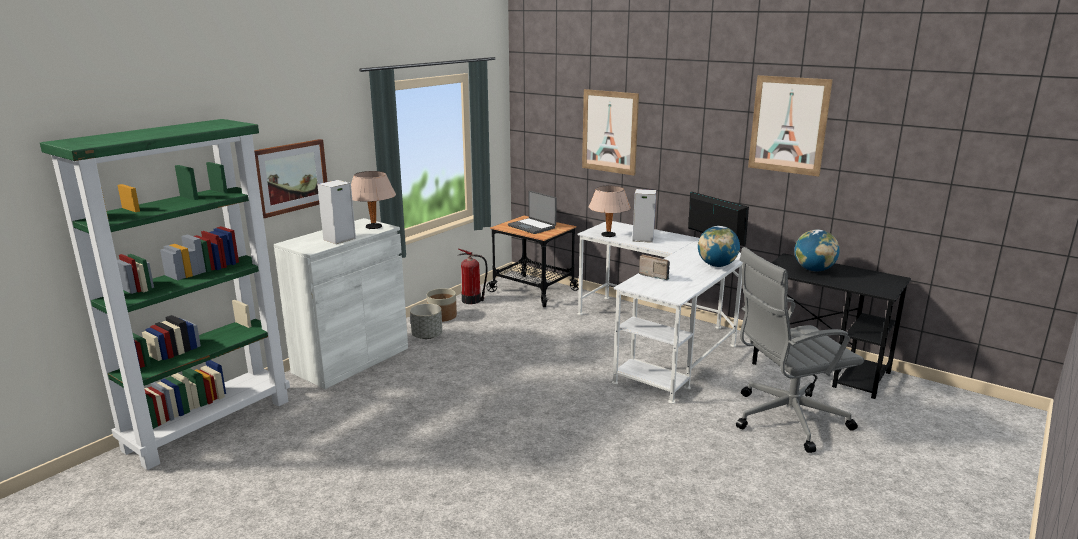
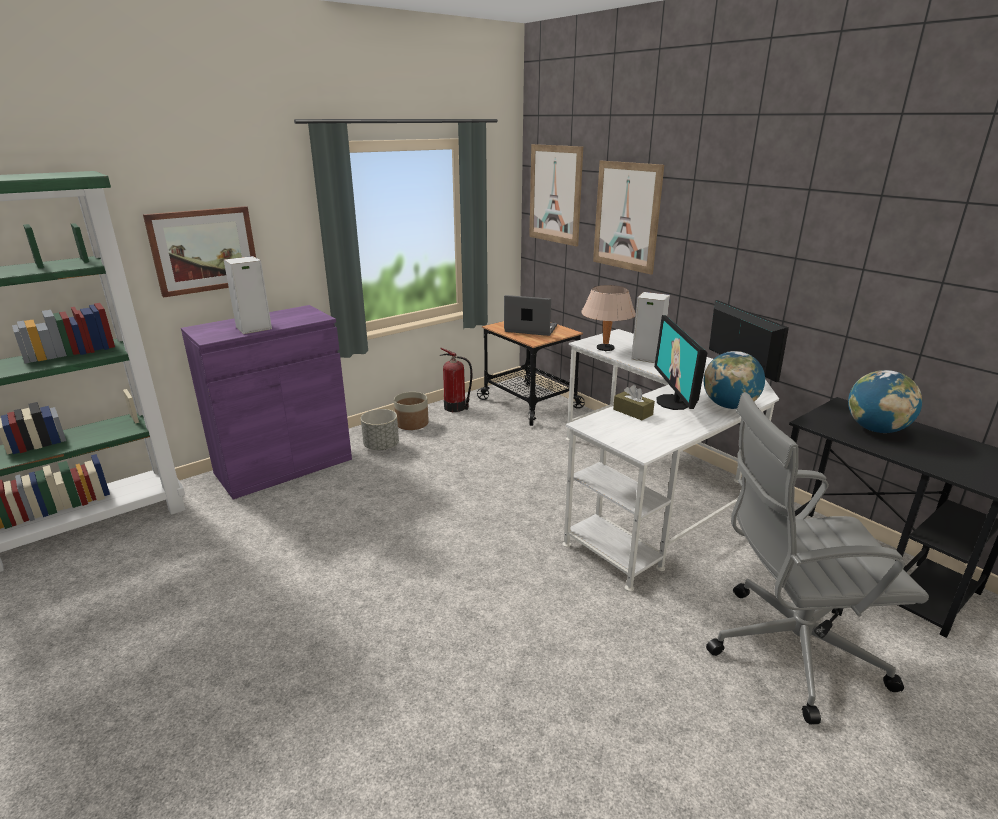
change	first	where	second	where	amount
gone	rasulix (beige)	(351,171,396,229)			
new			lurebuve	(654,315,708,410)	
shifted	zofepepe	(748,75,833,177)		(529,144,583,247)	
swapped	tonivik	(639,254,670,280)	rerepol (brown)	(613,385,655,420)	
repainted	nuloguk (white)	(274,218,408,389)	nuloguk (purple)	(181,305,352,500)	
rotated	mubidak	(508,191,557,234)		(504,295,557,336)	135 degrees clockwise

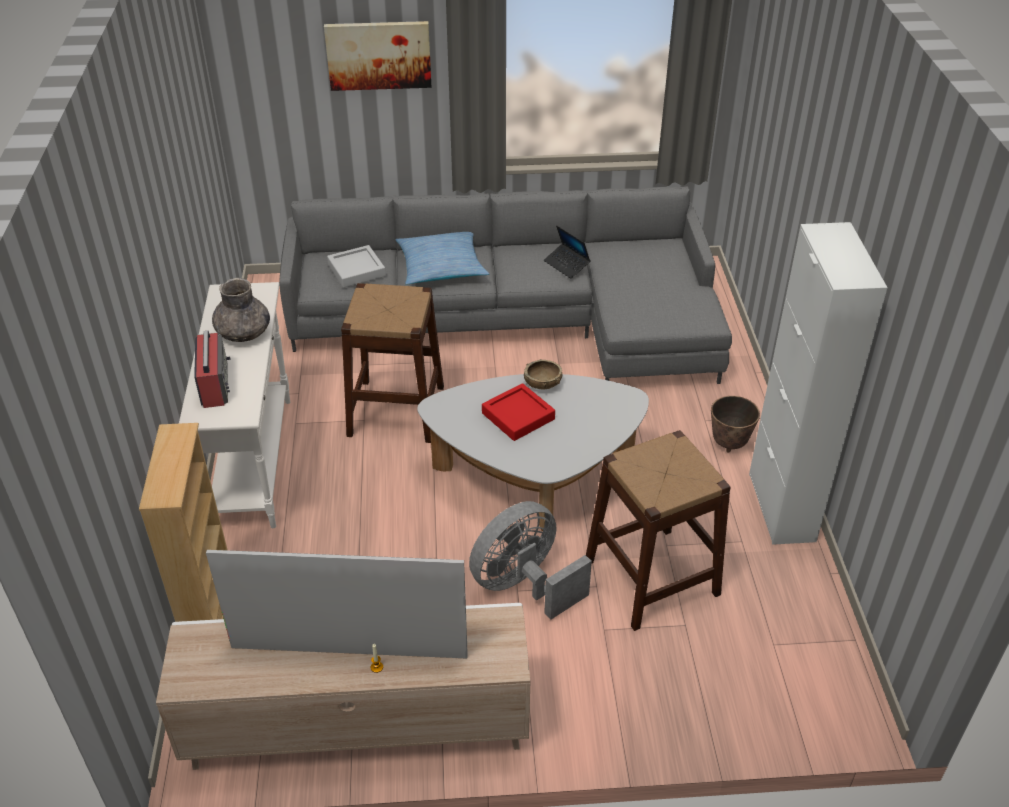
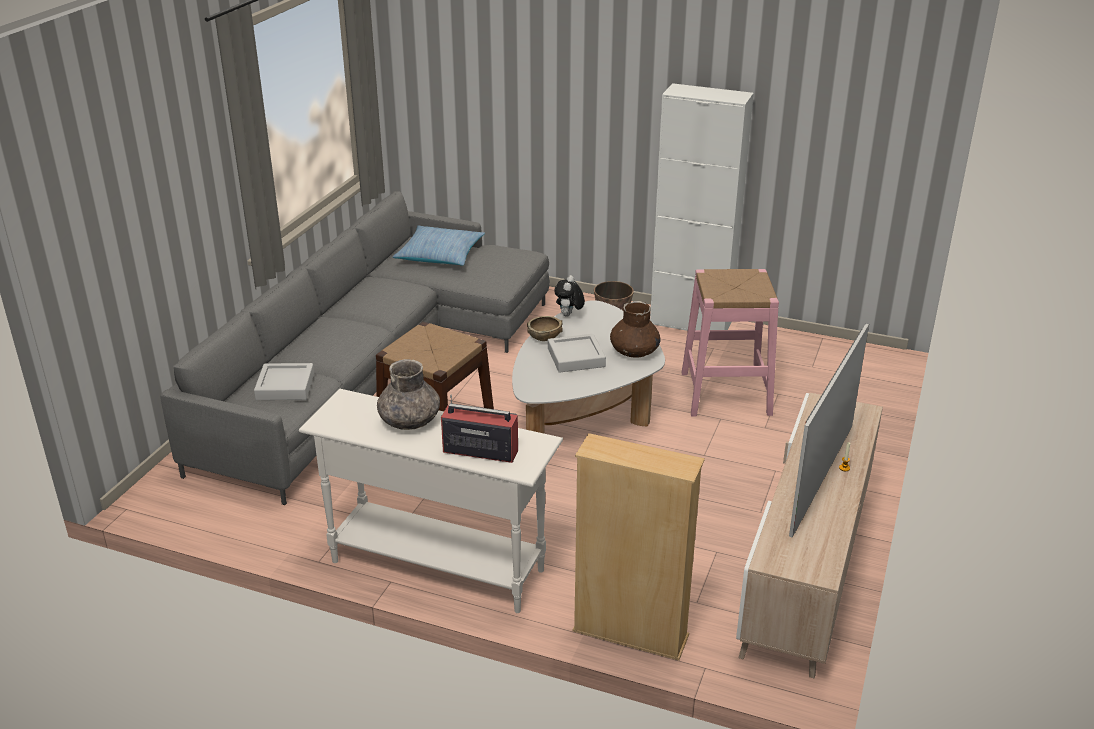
change	first	where	second	where	amount
gone	zofepepe	(324,21,432,91)			
gone	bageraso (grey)	(469,501,592,620)			
gone	mubidak	(544,225,591,279)			
new			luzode	(554,275,585,317)	
new			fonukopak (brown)	(610,301,660,358)	
shifted	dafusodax	(396,232,489,285)		(393,225,485,266)	
repainted	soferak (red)	(482,383,555,441)	soferak (grey)	(548,334,606,373)	
repainted	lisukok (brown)	(586,430,731,631)	lisukok (pink)	(682,269,779,416)	

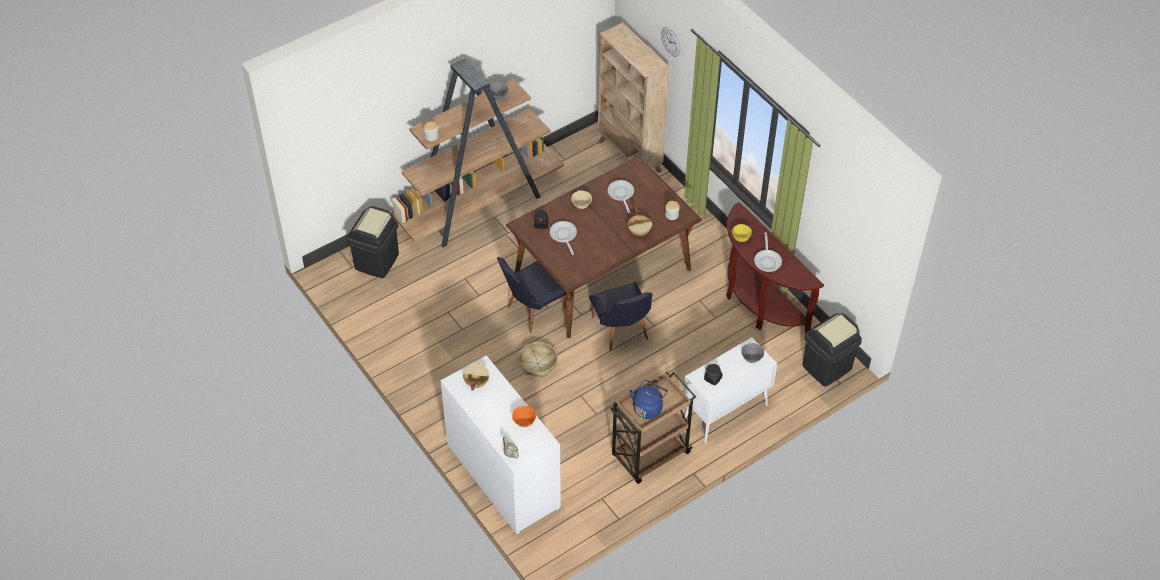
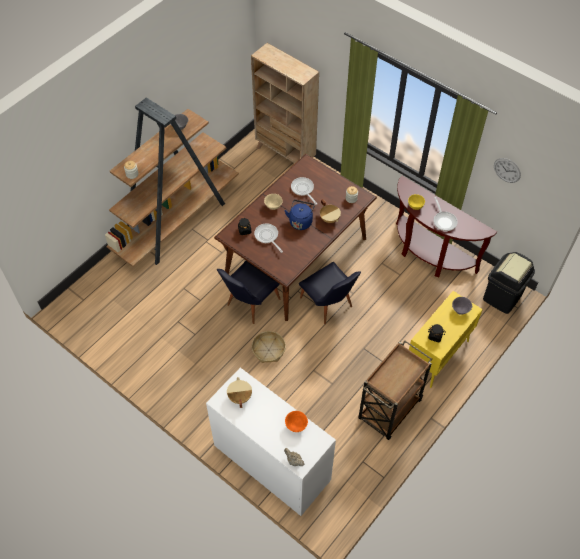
change	first	where	second	where	amount
gone	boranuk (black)	(347,206,399,278)			
shifted	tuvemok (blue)	(630,380,668,419)		(285,200,315,230)	
shifted	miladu	(661,27,681,57)		(494,158,521,183)	
repainted	nuloguk (white)	(684,337,777,443)	nuloguk (yellow)	(409,291,483,388)	

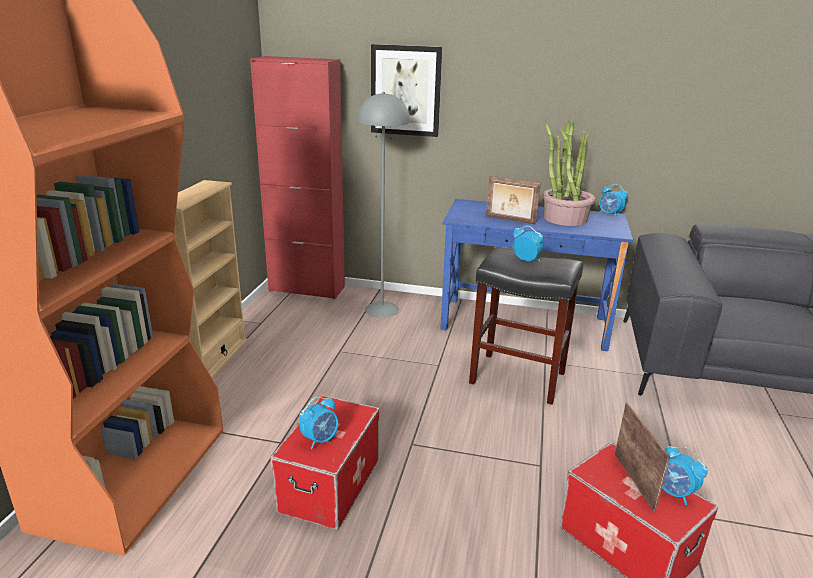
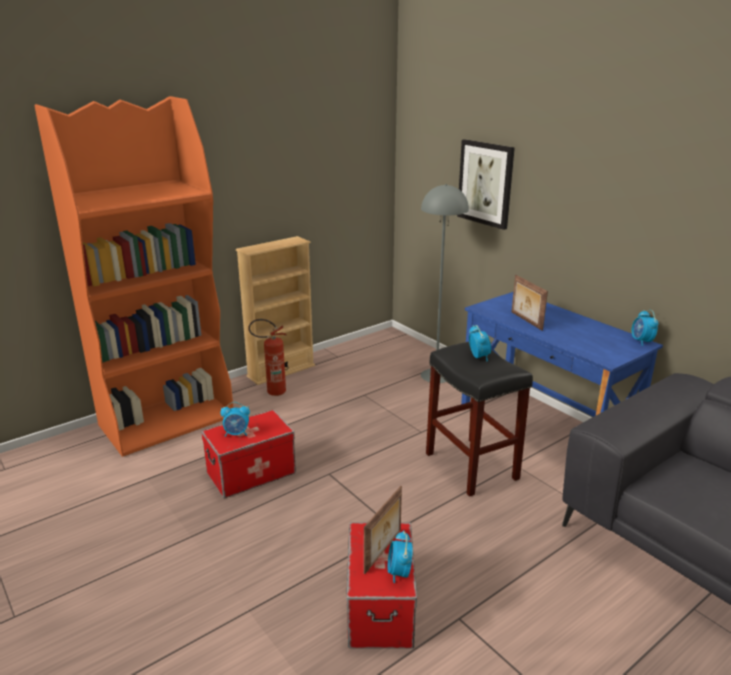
change	first	where	second	where	amount
gone	nuloguk (red)	(250,56,345,299)			
gone	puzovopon	(542,120,595,226)			
new			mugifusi	(248,319,286,396)	

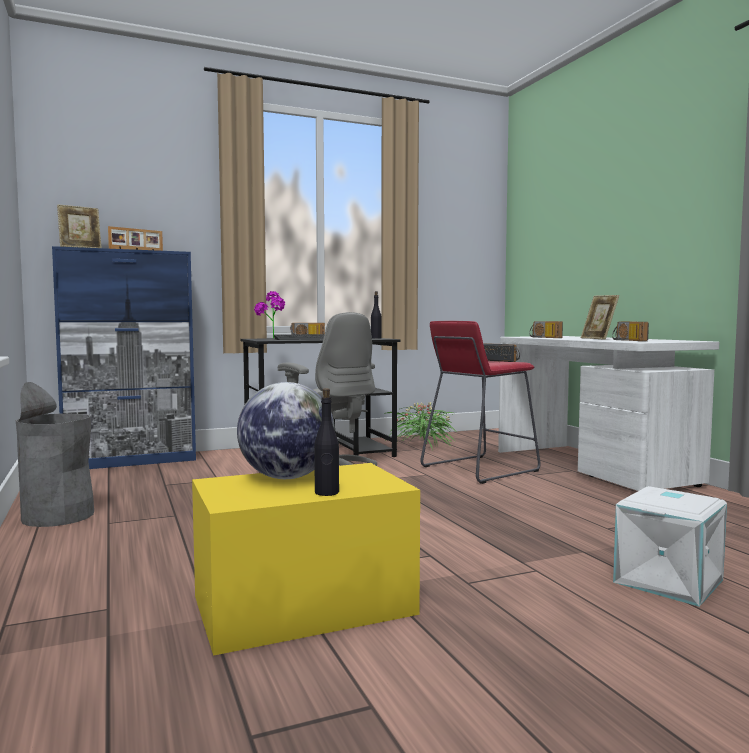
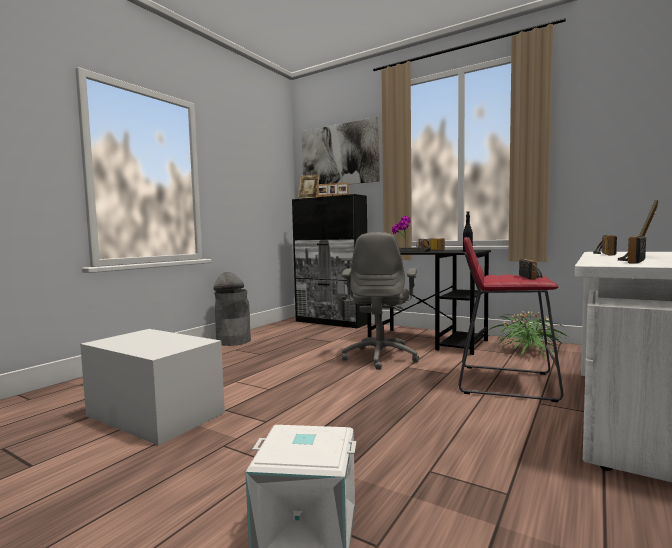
change	first	where	second	where	amount
gone	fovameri	(237,382,335,479)			
gone	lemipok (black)	(314,388,339,496)			
new			zofepepe	(302,117,380,184)	
repainted	nuloguk (blue)	(52,246,196,469)	nuloguk (black)	(292,194,368,328)	
repainted	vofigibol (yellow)	(192,463,420,656)	vofigibol (white)	(80,329,225,445)	

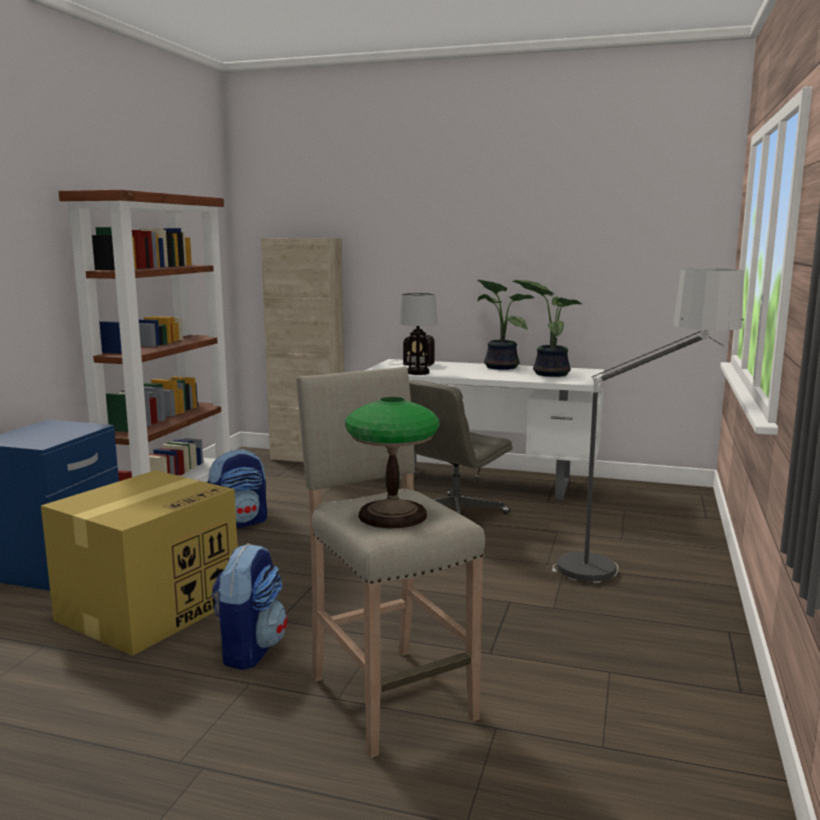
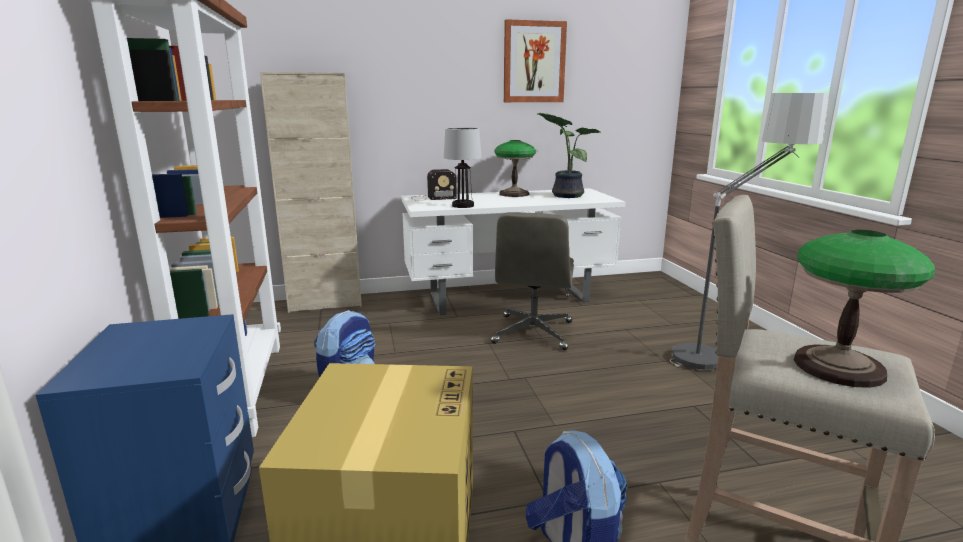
change	first	where	second	where	amount
new			zofepepe	(504,19,567,102)	
swapped	puzovopon	(477,279,534,370)	rasulix	(495,140,536,197)	

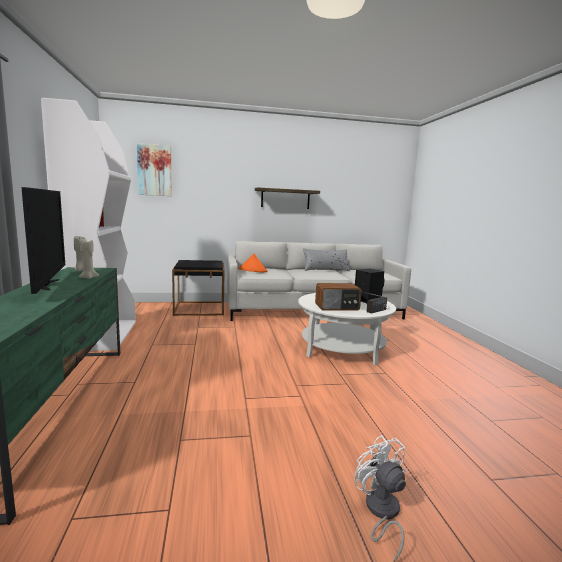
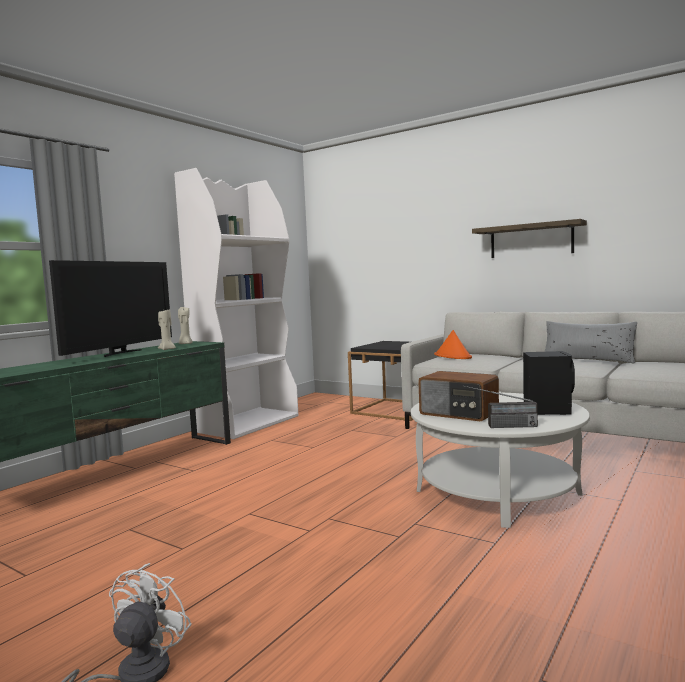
change	first	where	second	where	amount
gone	zofepepe	(137,143,172,196)			

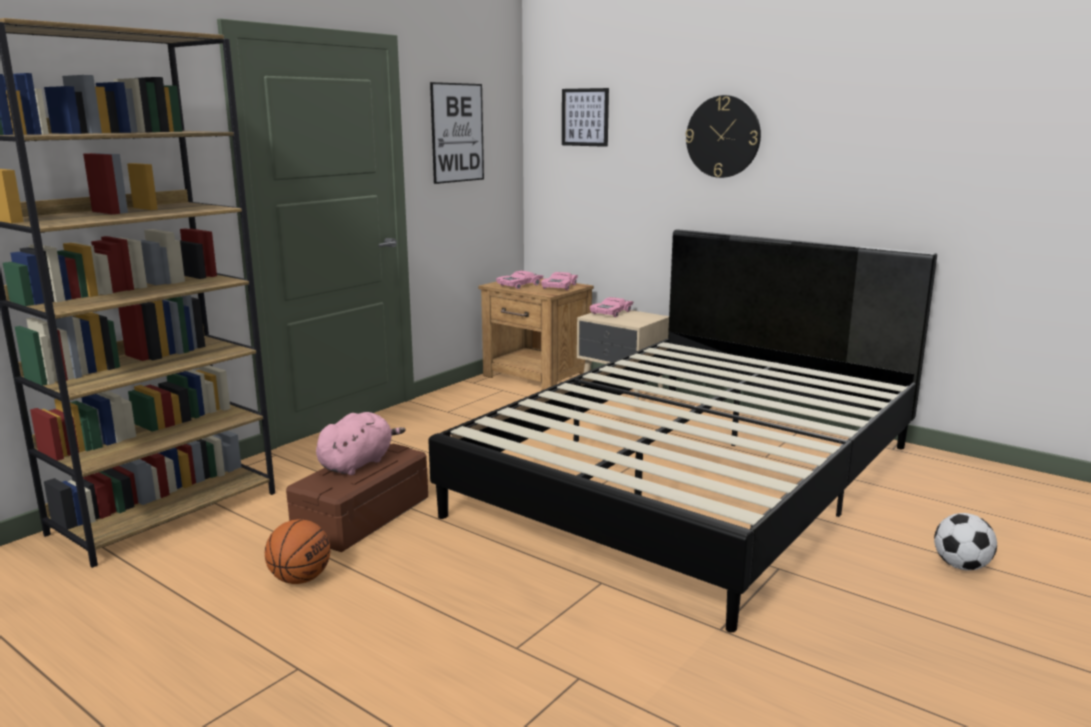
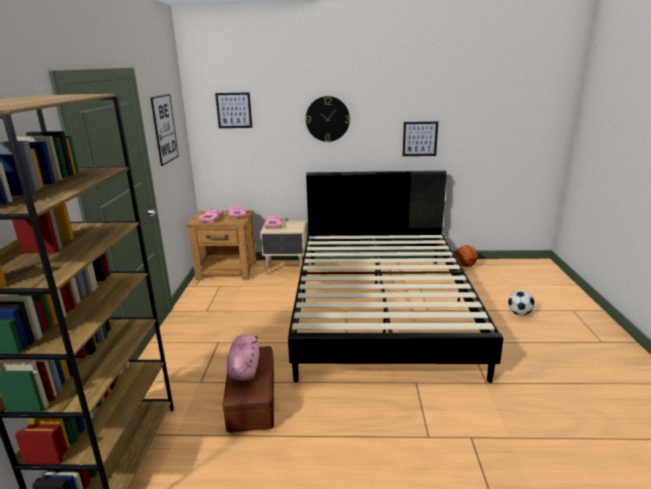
change	first	where	second	where	amount
new			zofepepe	(403,122,438,156)	
shifted	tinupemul	(265,519,330,584)		(455,245,478,267)	

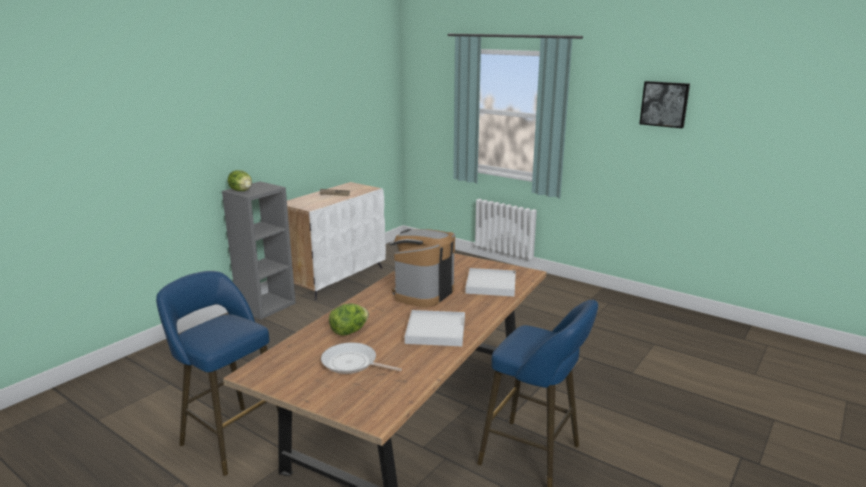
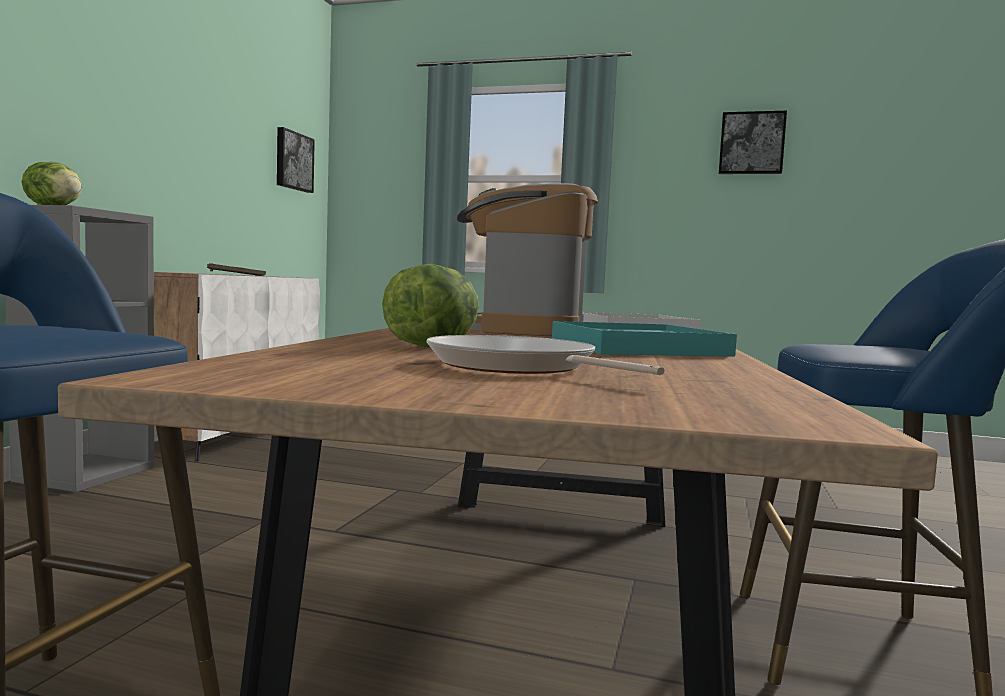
change	first	where	second	where	amount
new			zofepepe	(277,127,315,193)	
repainted	soferak (white)	(405,310,465,346)	soferak (turquoise)	(552,321,737,357)	
rotated	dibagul	(321,342,402,374)		(426,335,665,375)	45 degrees clockwise

